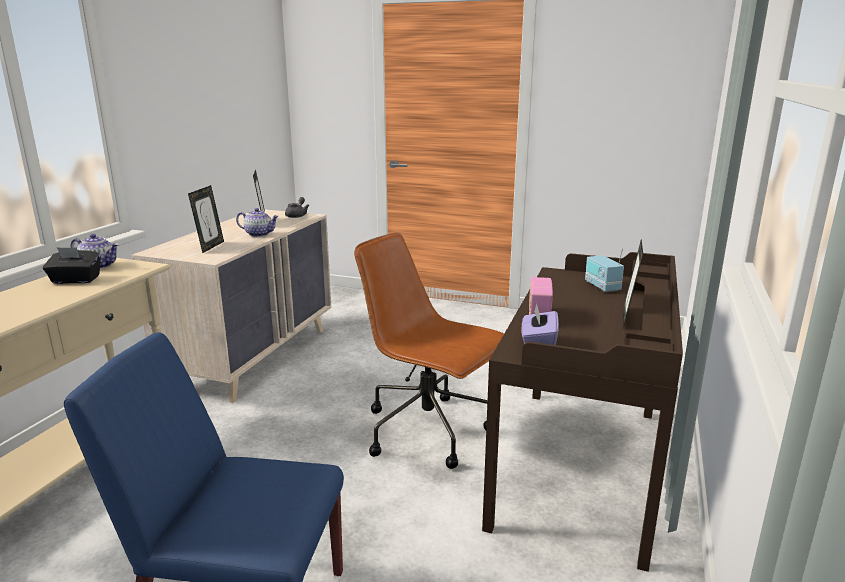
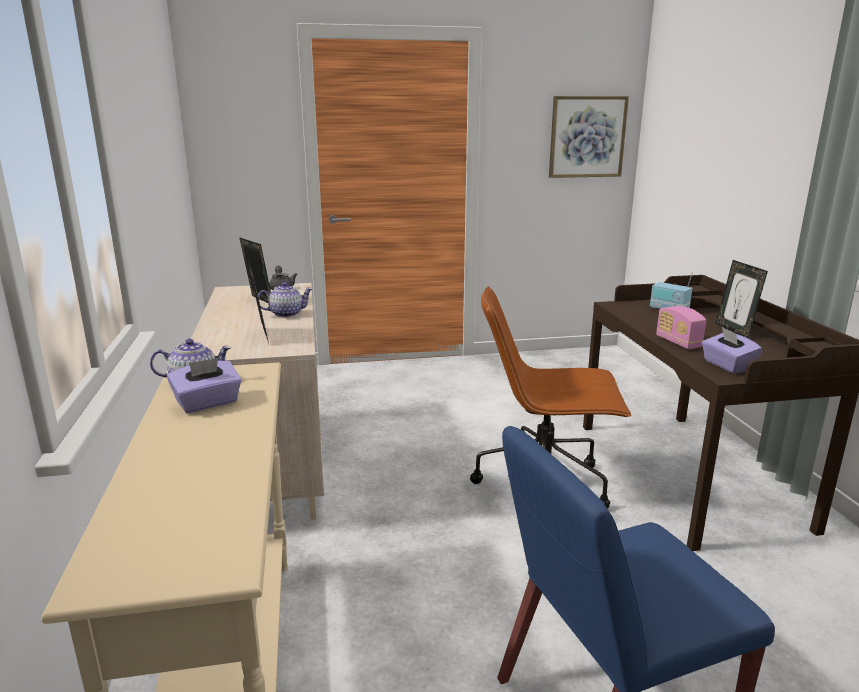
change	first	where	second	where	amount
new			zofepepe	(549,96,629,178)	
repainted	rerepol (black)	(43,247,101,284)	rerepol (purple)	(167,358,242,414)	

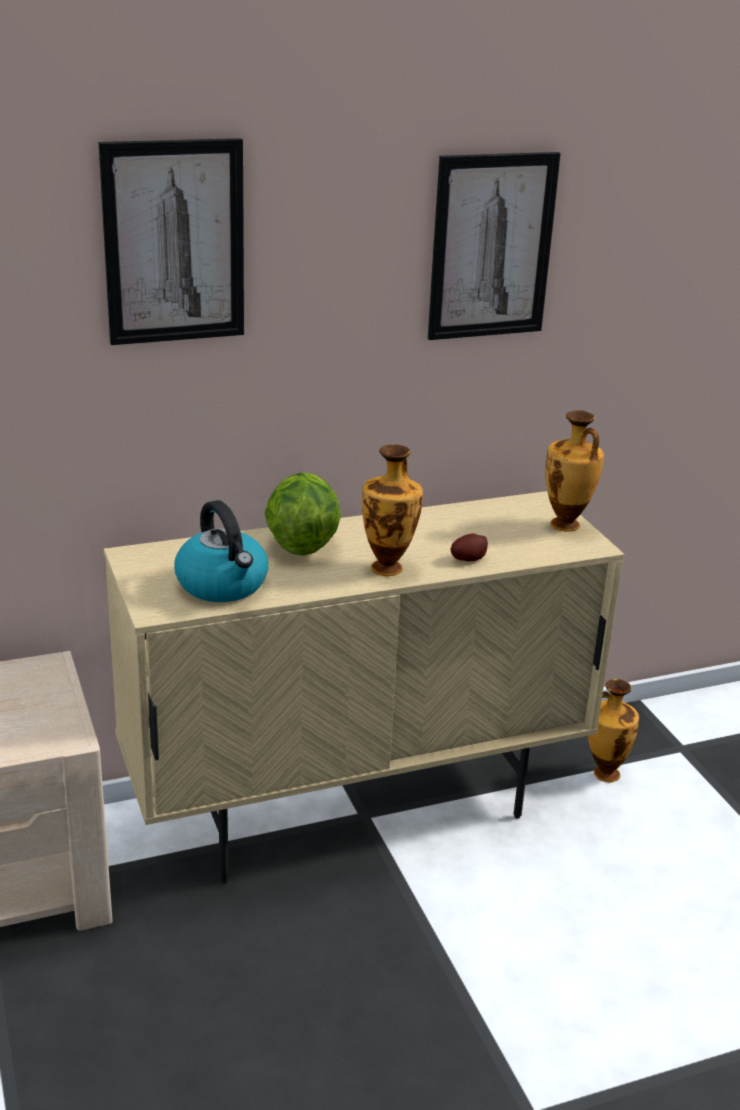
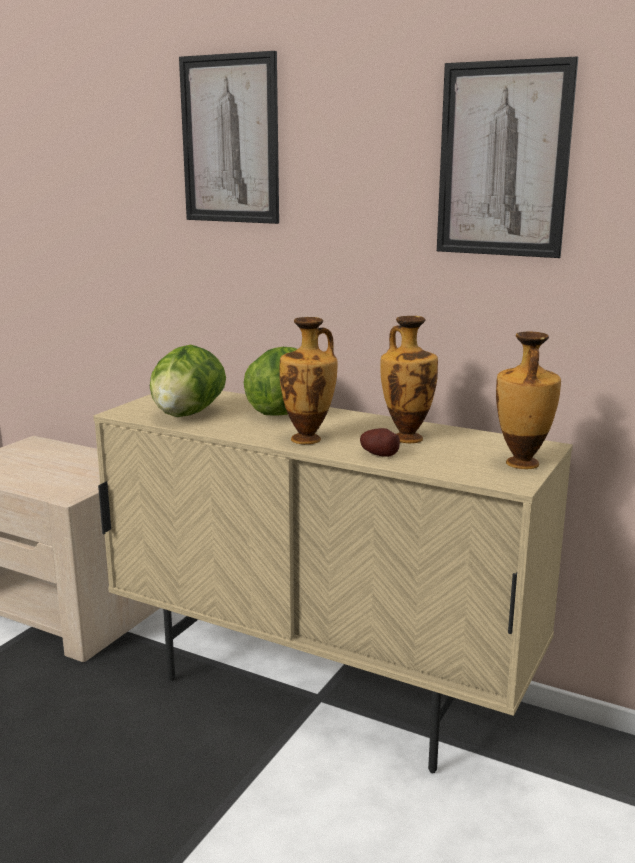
change	first	where	second	where	amount
shifted	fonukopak	(588,679,639,782)		(380,316,438,443)	
swapped	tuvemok	(175,500,269,602)	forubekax	(150,345,226,417)	

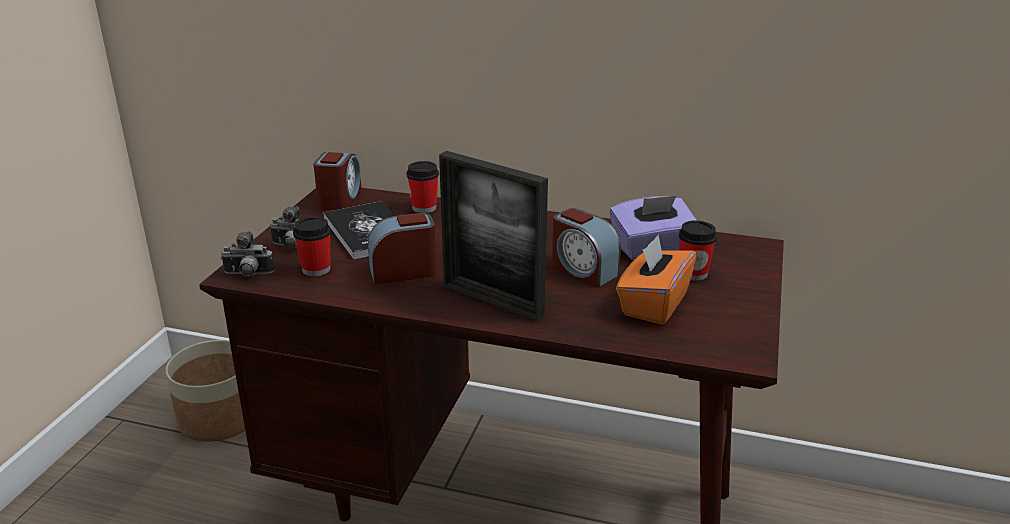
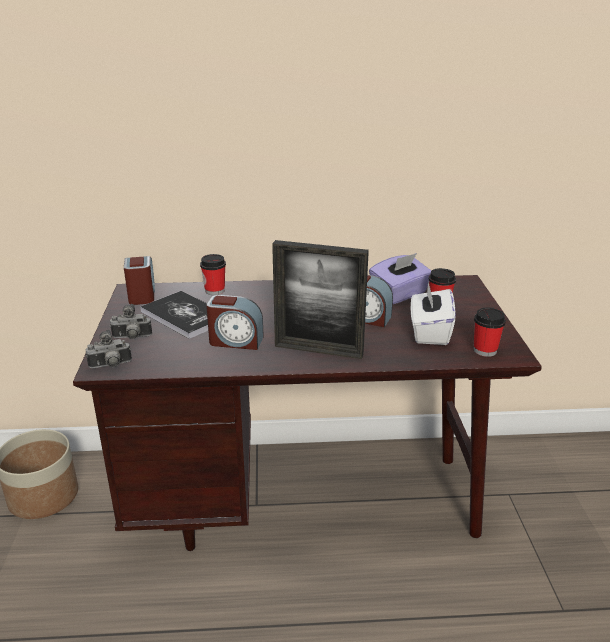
change	first	where	second	where	amount
shifted	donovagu	(293,217,331,276)		(474,308,506,357)	
repainted	rerepol (orange)	(616,235,697,325)	rerepol (white)	(411,282,456,345)	
rotated	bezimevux	(368,213,437,284)		(206,295,264,350)	135 degrees counterclockwise

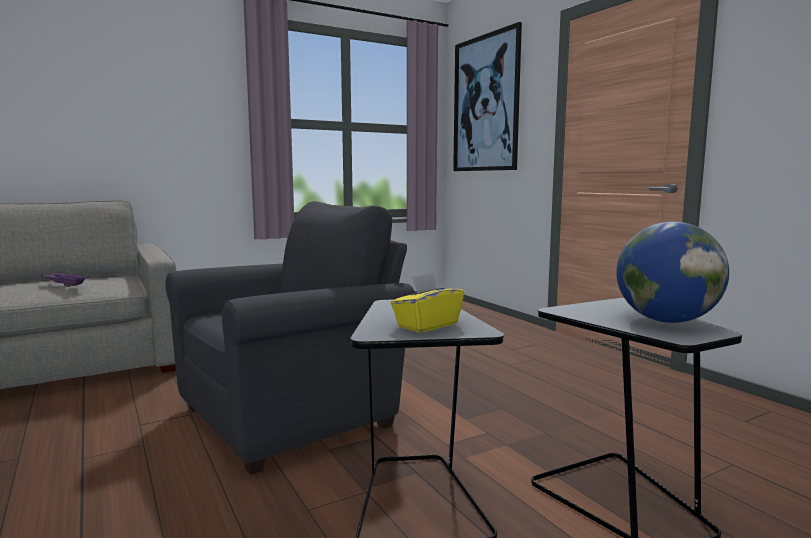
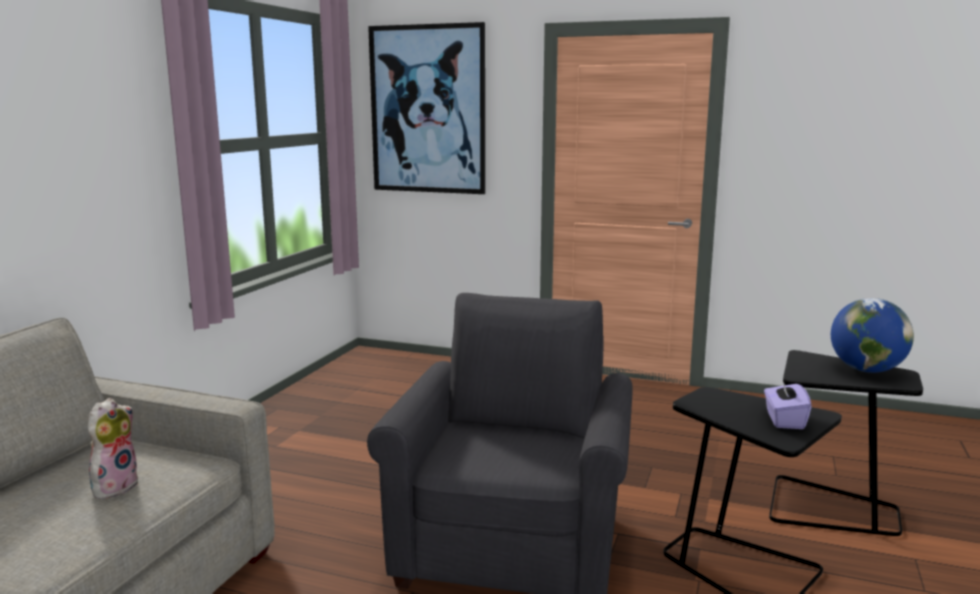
change	first	where	second	where	amount
swapped	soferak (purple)	(41,272,90,287)	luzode	(88,398,139,499)	
repainted	rerepol (yellow)	(391,273,464,333)	rerepol (purple)	(764,379,812,429)	

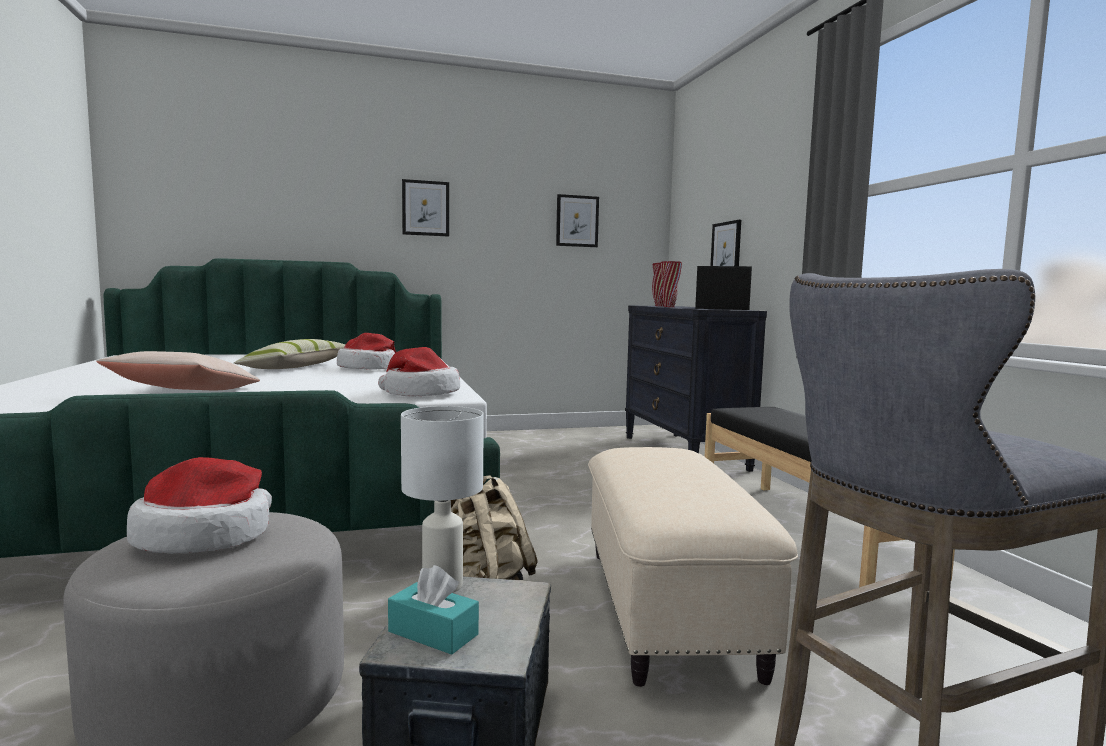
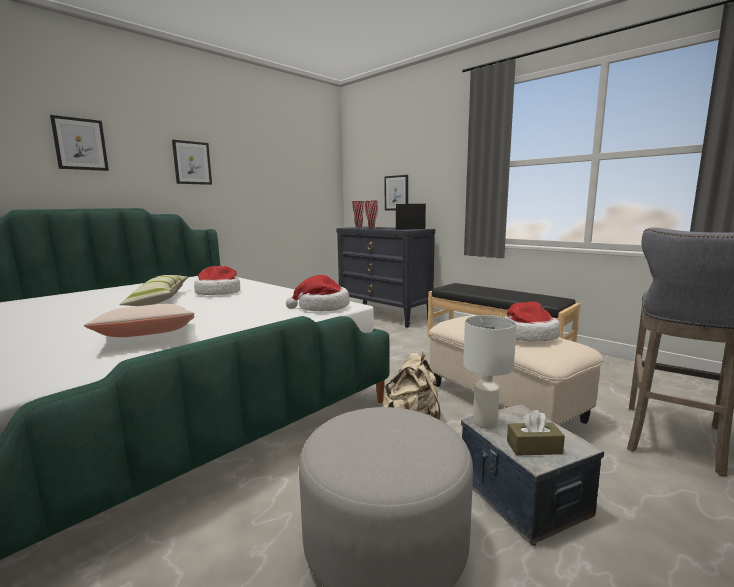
change	first	where	second	where	amount
shifted	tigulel	(127,457,272,554)		(505,302,560,342)	
shifted	zofepepe	(556,194,599,247)		(50,115,109,171)	
repainted	rerepol (turquoise)	(388,565,479,655)	rerepol (brown)	(507,410,565,456)	

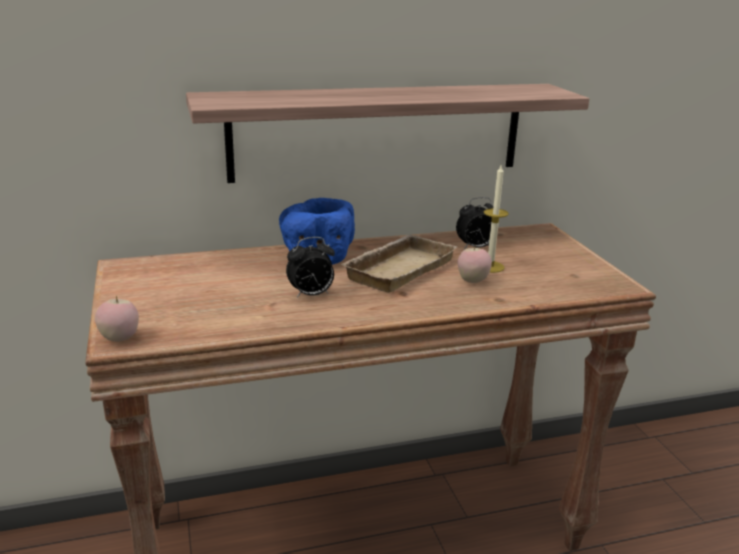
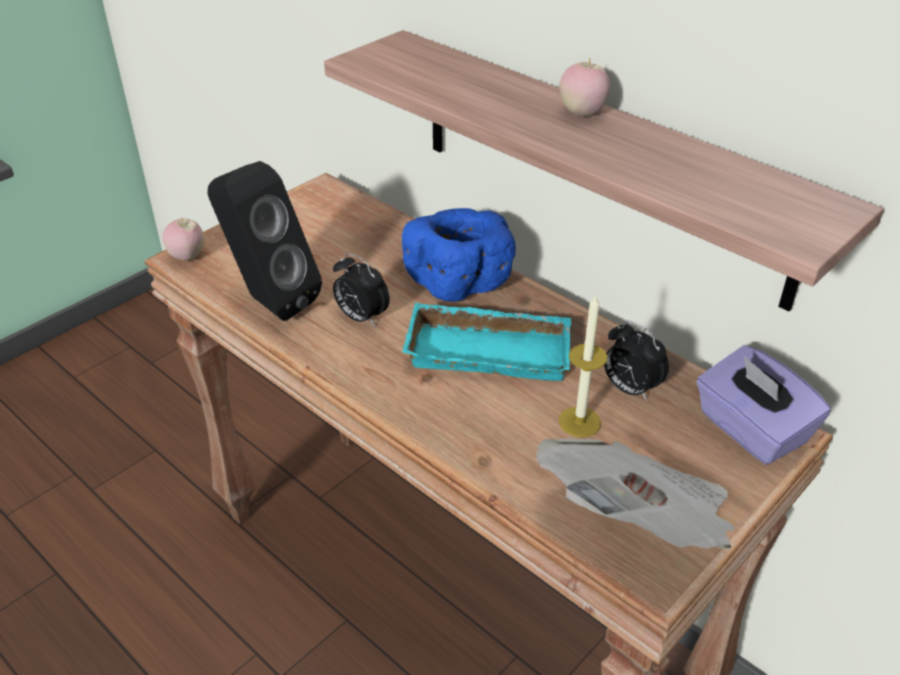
change	first	where	second	where	amount
new			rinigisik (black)	(207,161,322,321)	
new			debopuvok	(536,438,735,550)	
new			rerepol (purple)	(696,345,831,465)	
shifted	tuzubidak	(458,244,492,283)		(559,58,610,116)	
repainted	soferak (beige)	(339,234,457,293)	soferak (turquoise)	(403,302,572,381)	

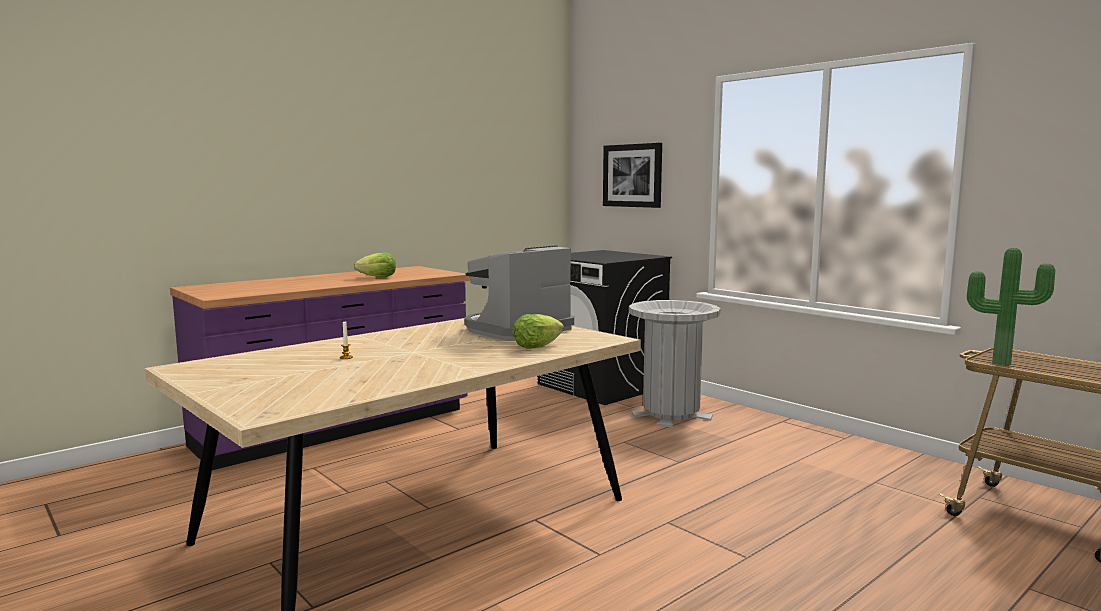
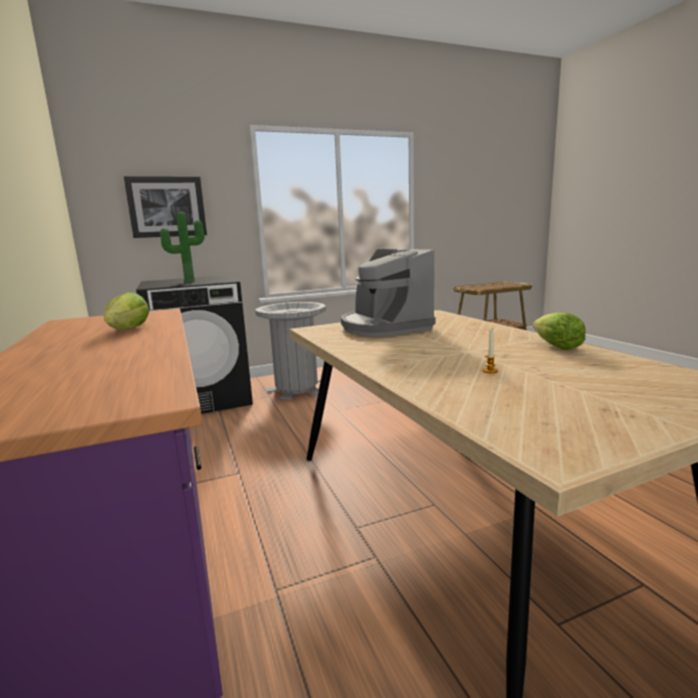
change	first	where	second	where	amount
shifted	forubekax	(513,314,564,349)		(533,312,586,350)	
shifted	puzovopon	(967,248,1055,366)		(160,212,205,283)	

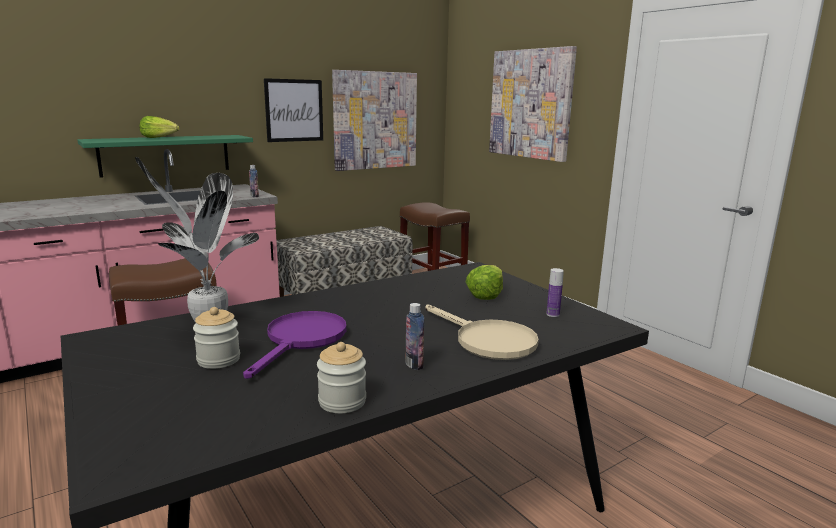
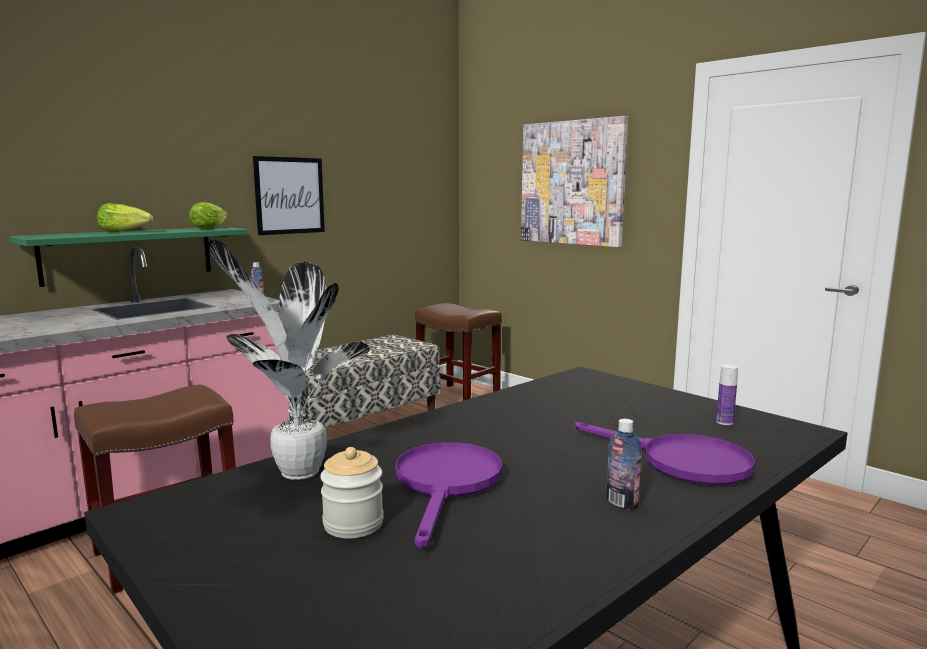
change	first	where	second	where	amount
gone	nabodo	(317,342,366,414)			
gone	zofepepe	(332,70,417,171)			
shifted	forubekax	(465,265,503,300)		(189,202,228,229)	
repainted	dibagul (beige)	(425,304,539,360)	dibagul (purple)	(575,422,755,485)	

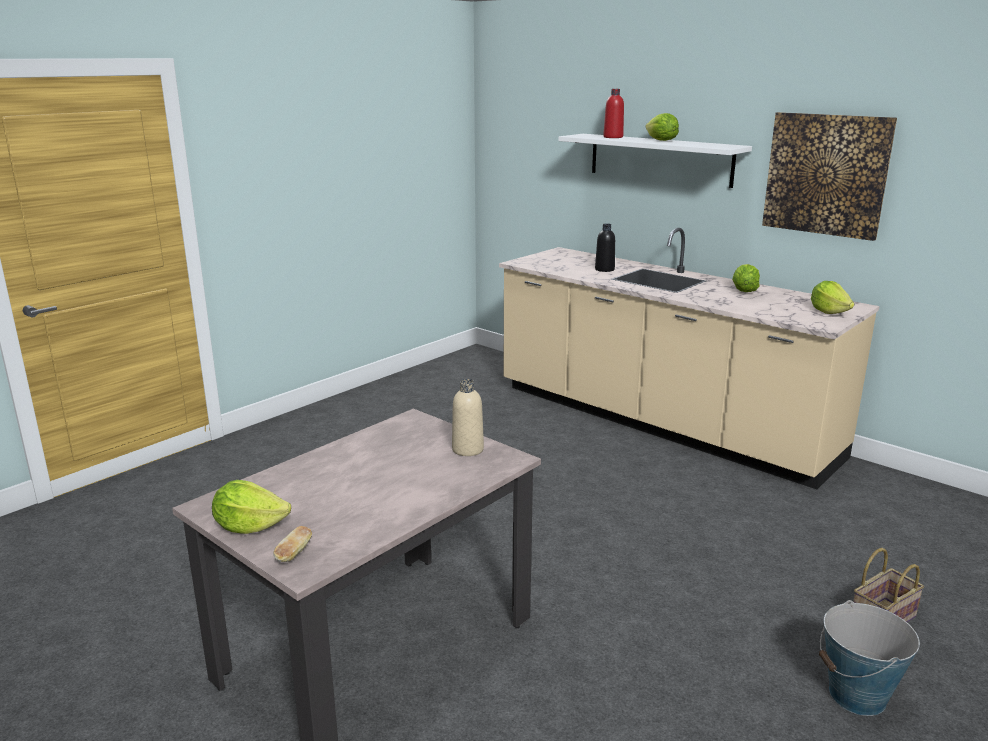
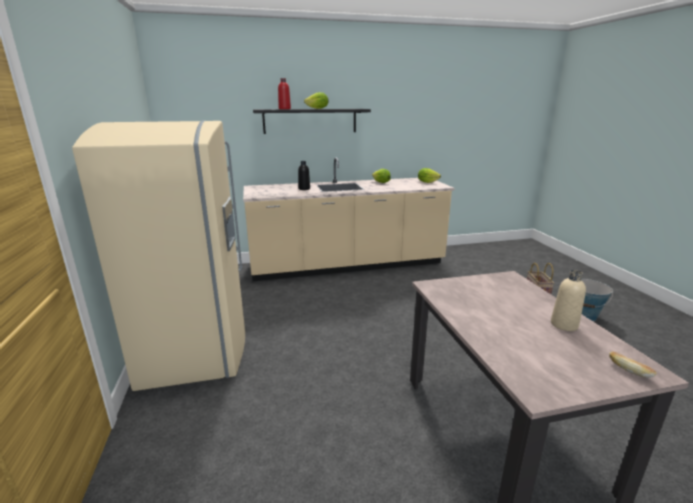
change	first	where	second	where	amount
gone	forubekax	(212,480,291,534)			
gone	zofepepe	(762,112,897,241)			
new			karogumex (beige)	(72,120,245,392)	
shifted	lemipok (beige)	(452,379,484,456)		(551,270,586,331)	
repainted	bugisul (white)	(558,134,752,188)	bugisul (black)	(253,109,371,134)	

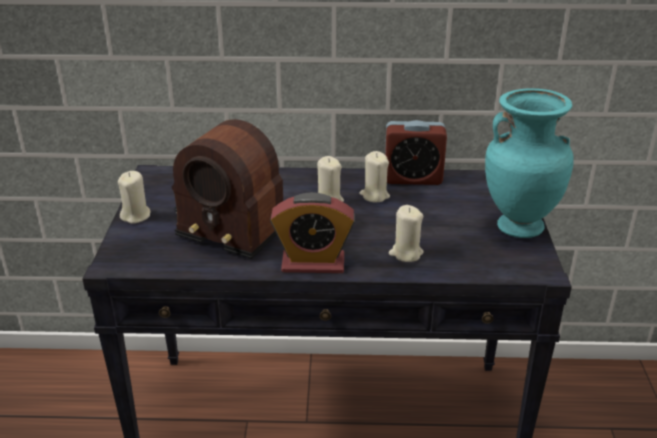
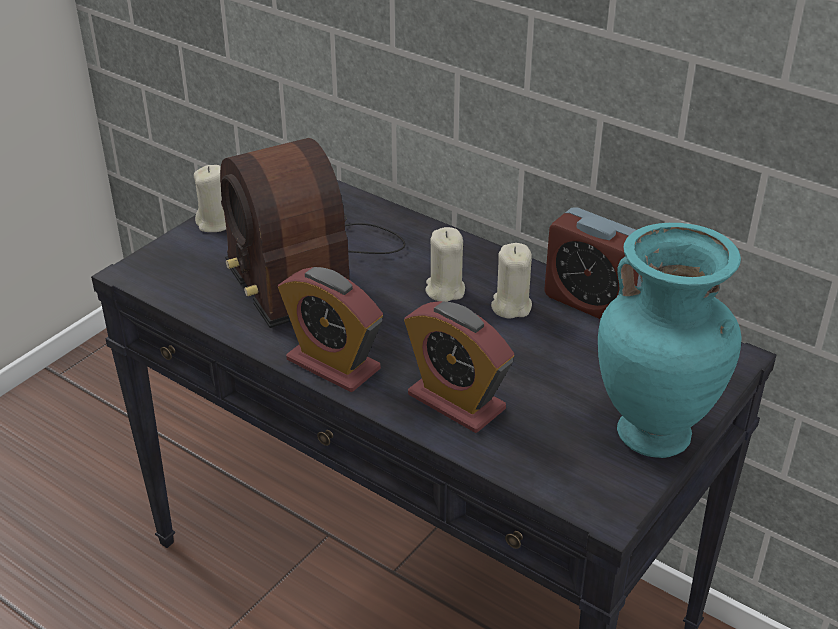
change	first	where	second	where	amount
swapped	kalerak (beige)	(389,205,424,262)	bezimevux	(404,301,514,433)	

